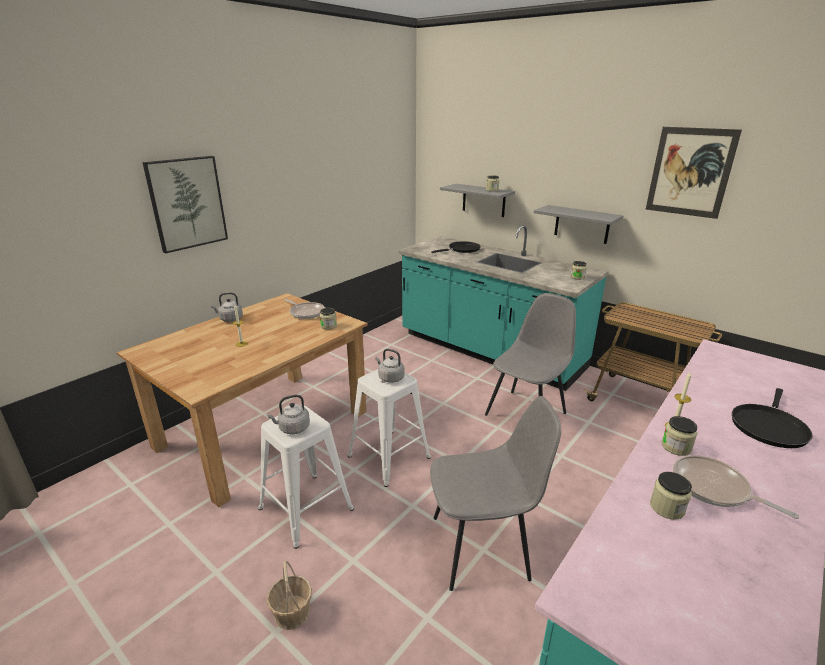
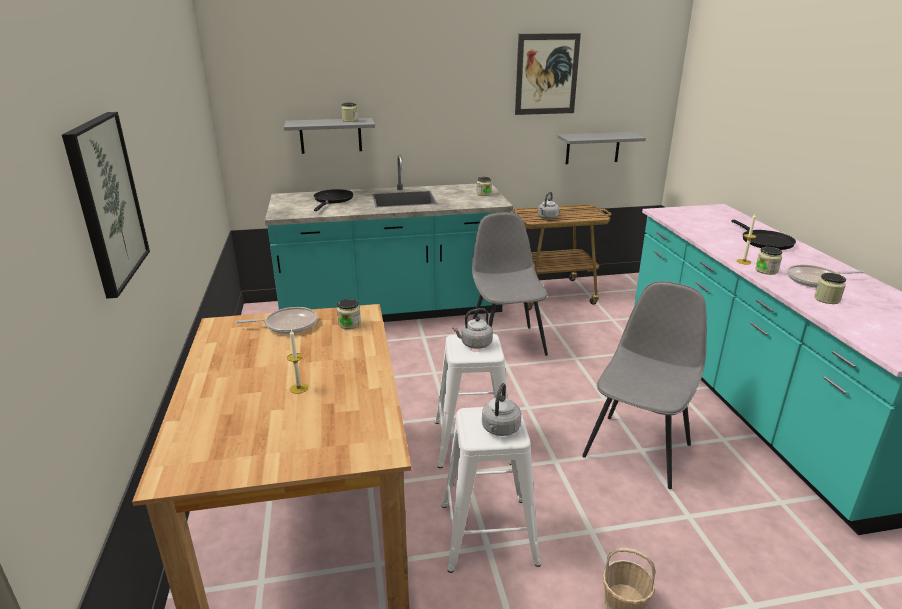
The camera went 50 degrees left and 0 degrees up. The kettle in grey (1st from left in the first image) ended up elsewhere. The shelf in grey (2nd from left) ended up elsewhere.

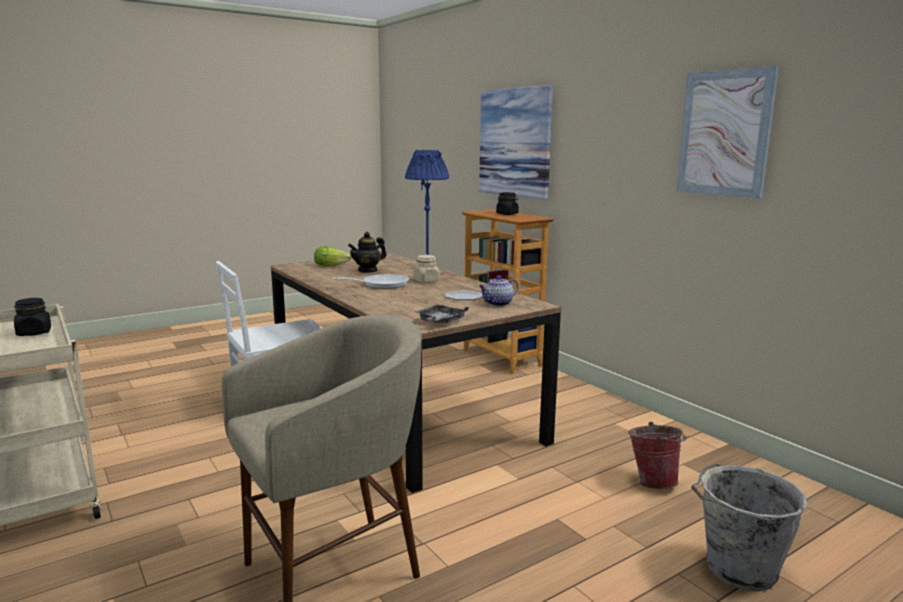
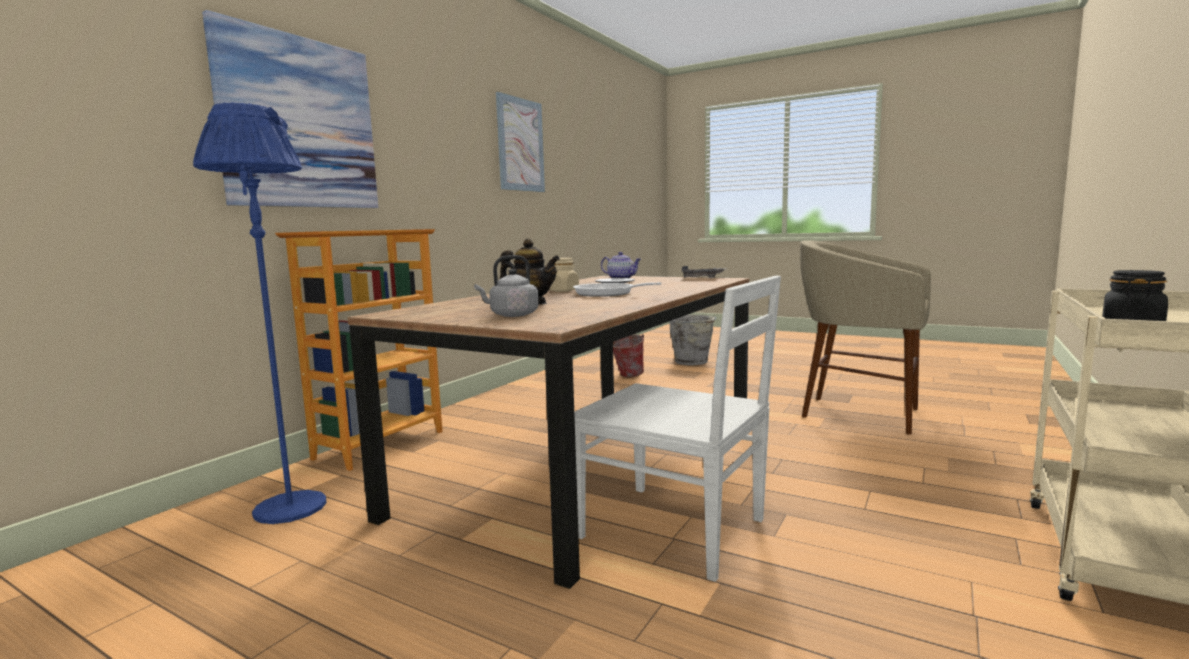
The camera went 115 degrees left and 5 degrees down. Where the lettuce stood, the kettle in grey came to stand. The second view lost the jar in black (2nd from left).

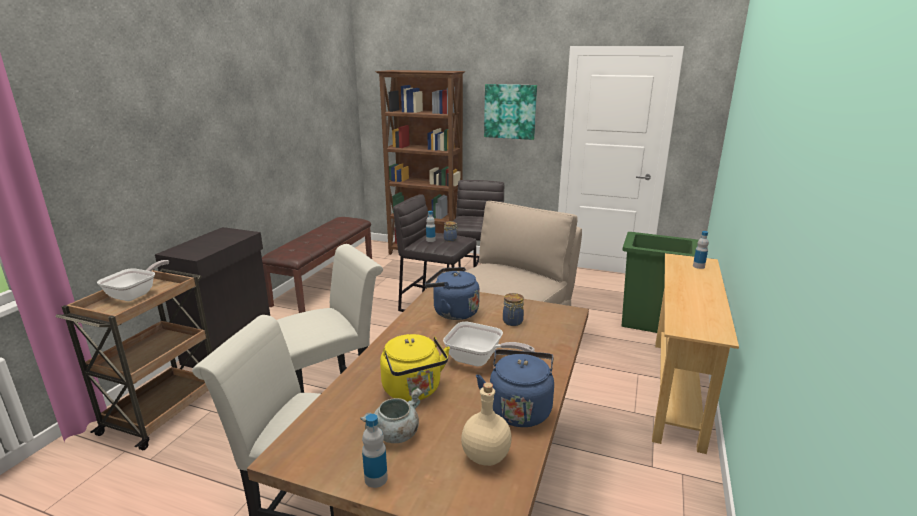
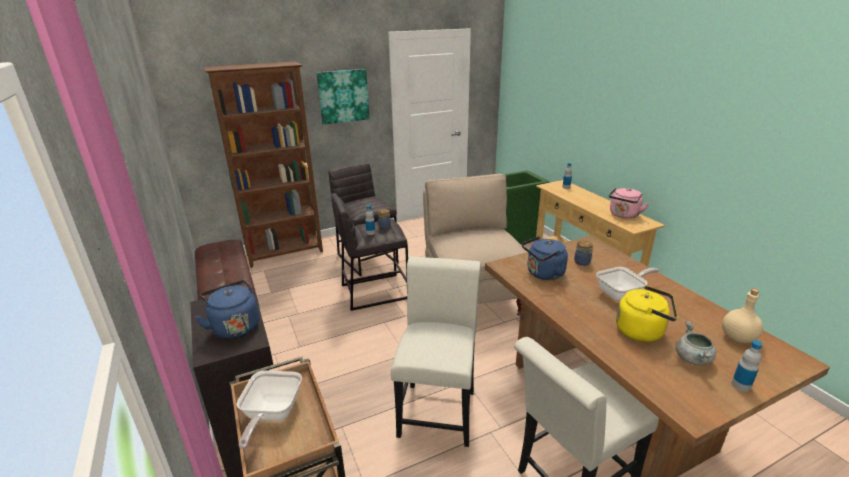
The camera went 45 degrees left and 5 degrees up. The frying pan (1st from left) ended up facing another way, 150 degrees counterclockwise from before. The kettle in blue (2nd from left in the first image) ended up elsewhere. The second view gained the kettle in pink.

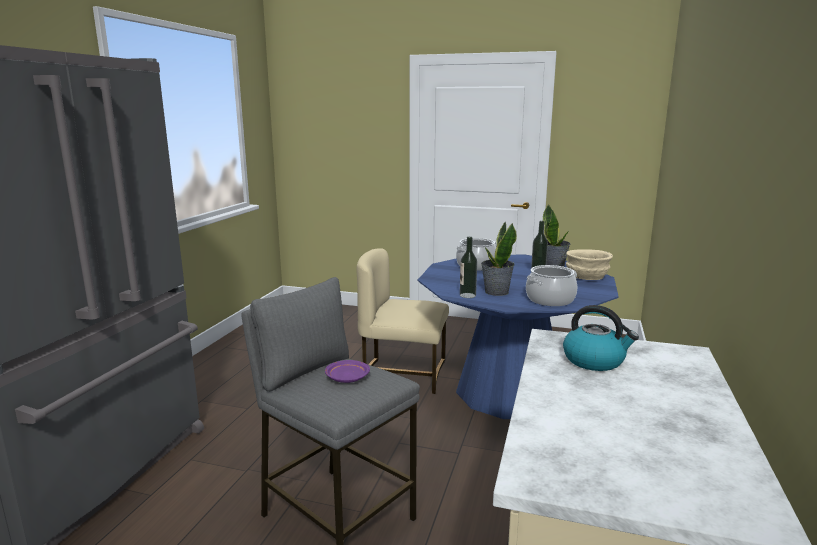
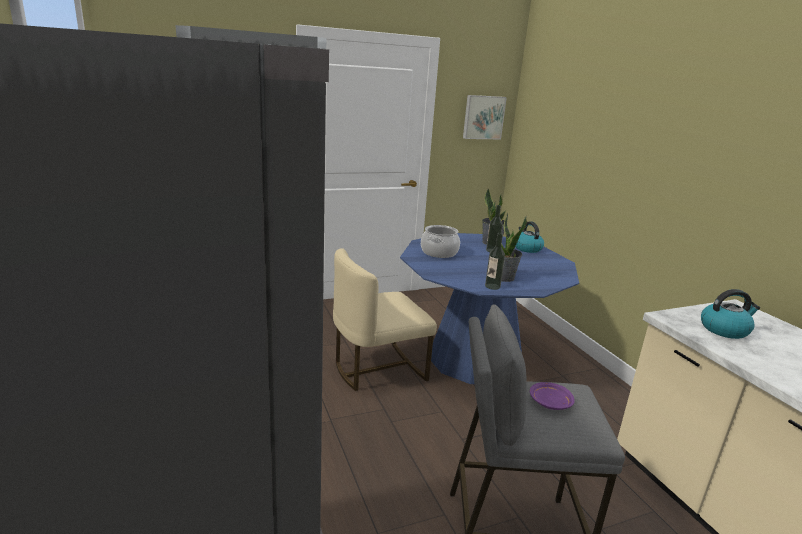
The camera went 40 degrees left and 5 degrees up. The second view lost the cooking pot (2nd from left). Where the bowl in beige stood, the kettle (1st from left) came to stand. The second view gained the picture.

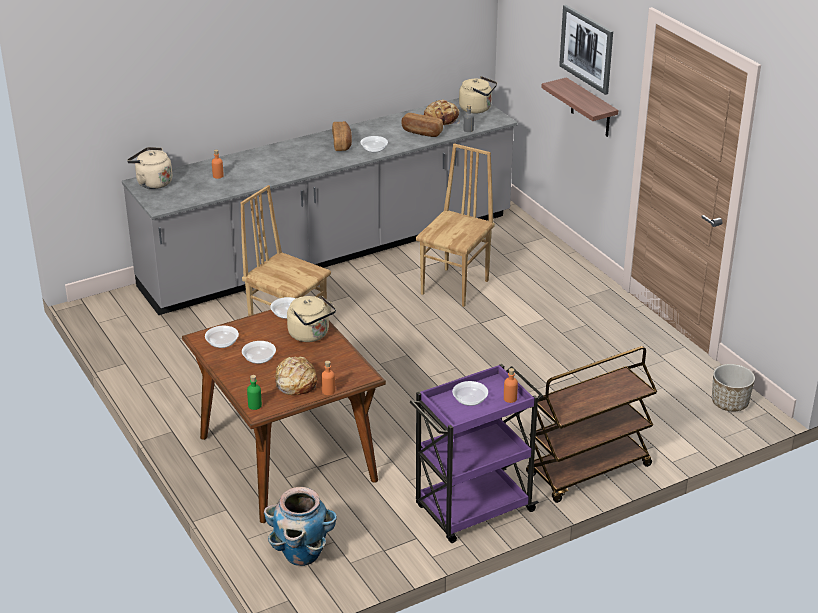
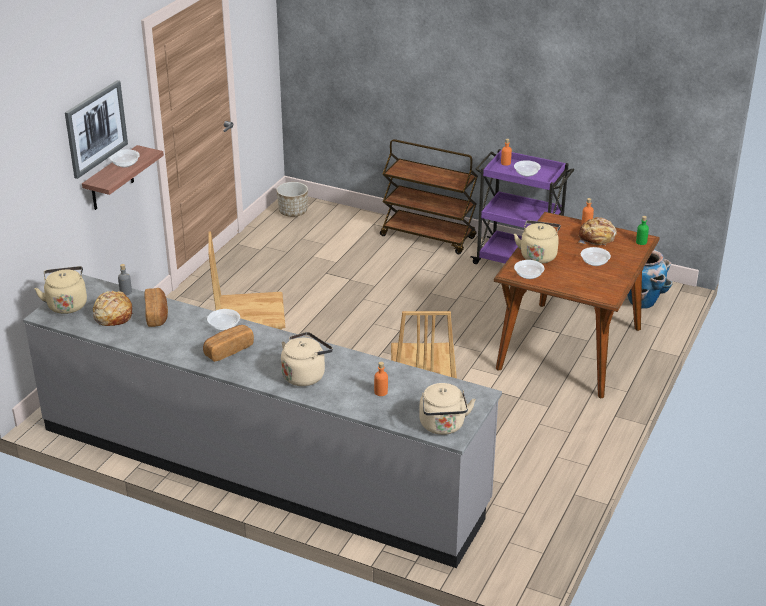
The camera went 125 degrees left and 0 degrees up. The bowl (1st from left) ended up elsewhere. The second view gained the kettle in beige (2nd from left).

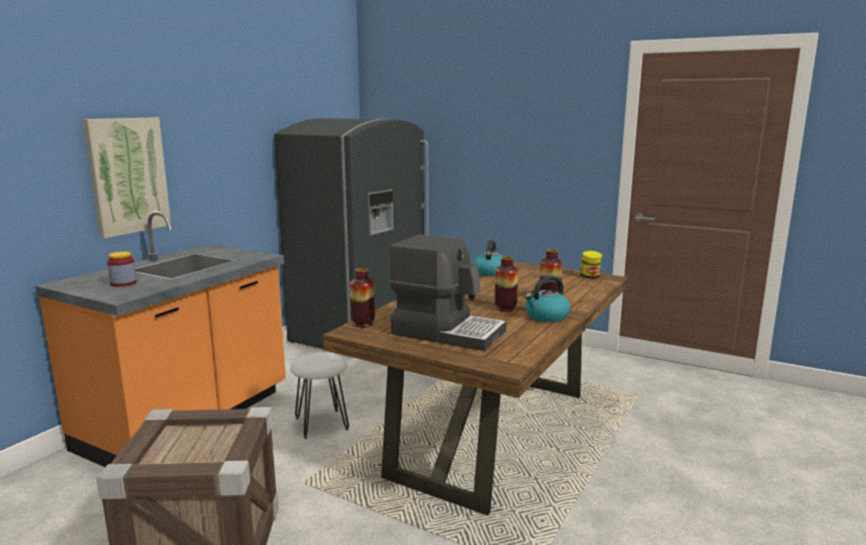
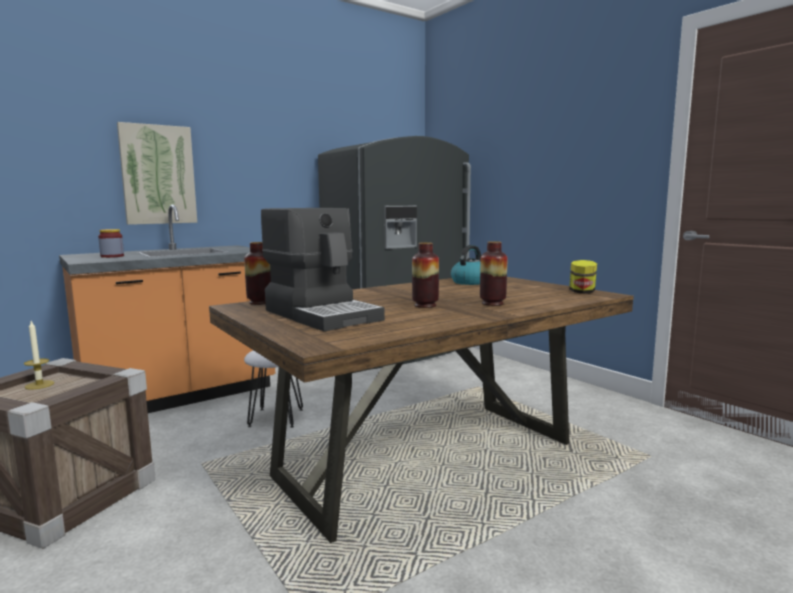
The camera went 25 degrees right and 5 degrees down. The second view lost the kettle (2nd from left). The second view gained the candle.

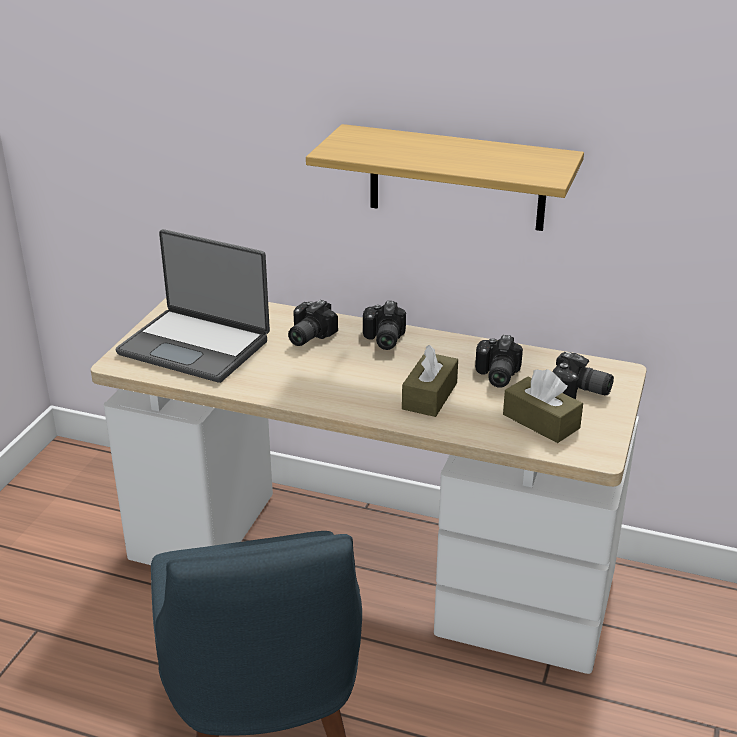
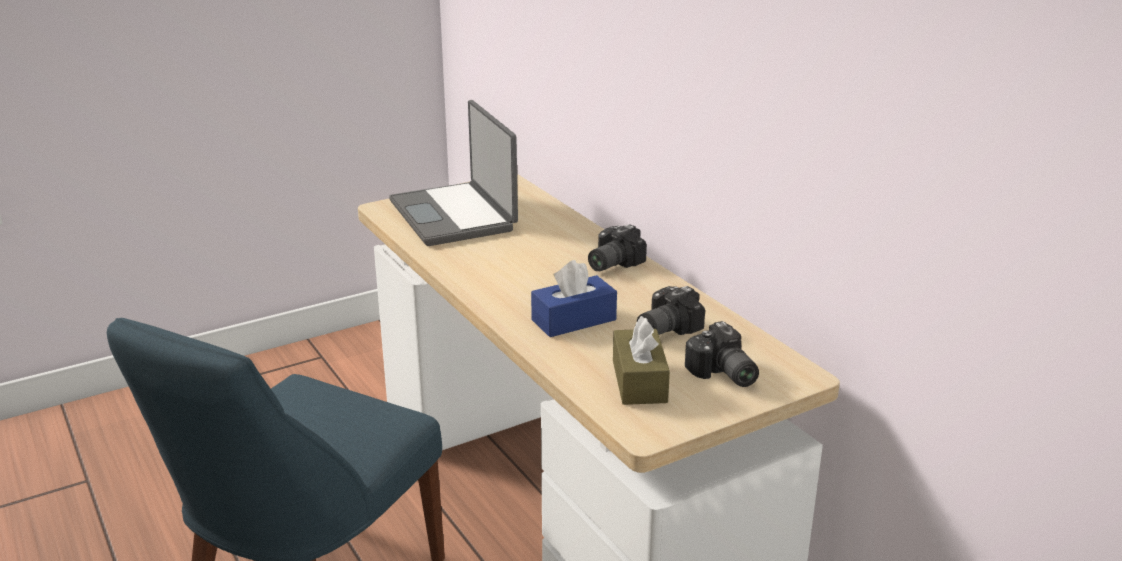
The camera went 40 degrees right and 5 degrees down. The second view lost the photo camera (1st from left). The second view lost the shelf. What was the tissue box in brown (1st from left) turned into the tissue box in blue.

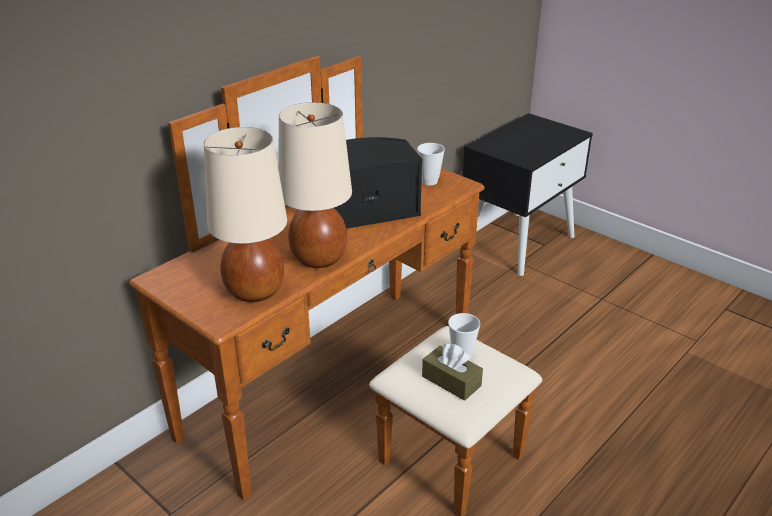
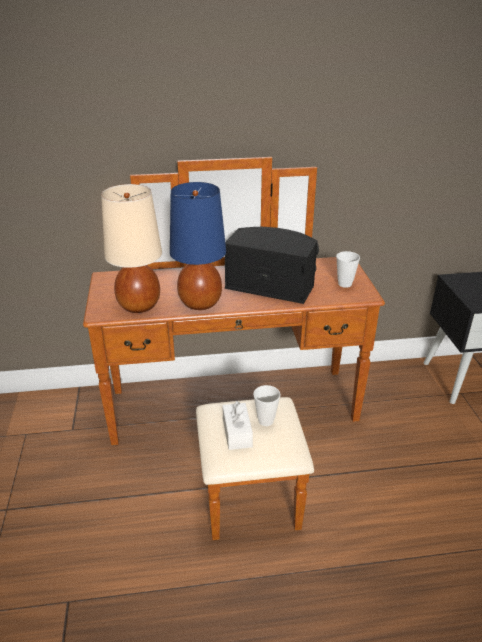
The camera went 40 degrees right and 0 degrees up. What was the table lamp in beige (2nd from left) turned into the table lamp in blue. What was the tissue box in brown turned into the tissue box in white.

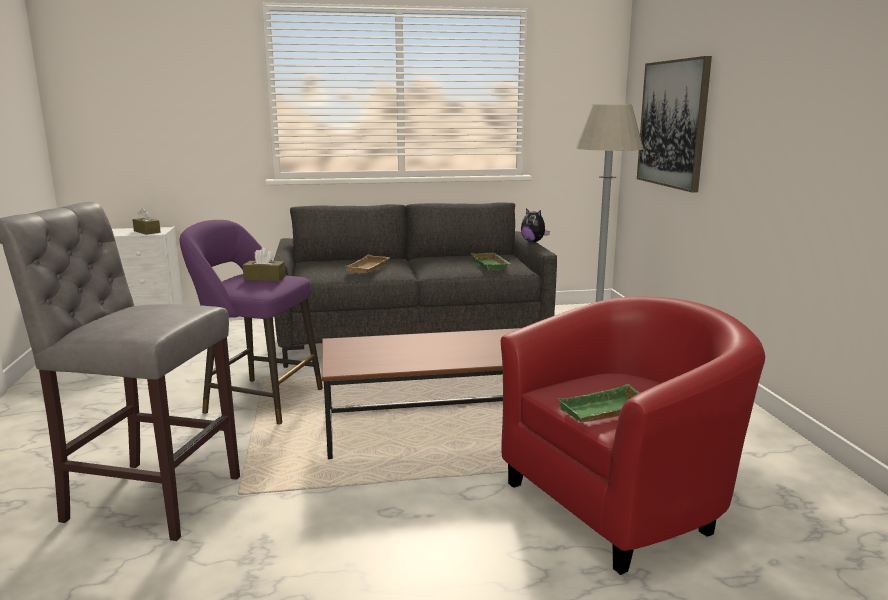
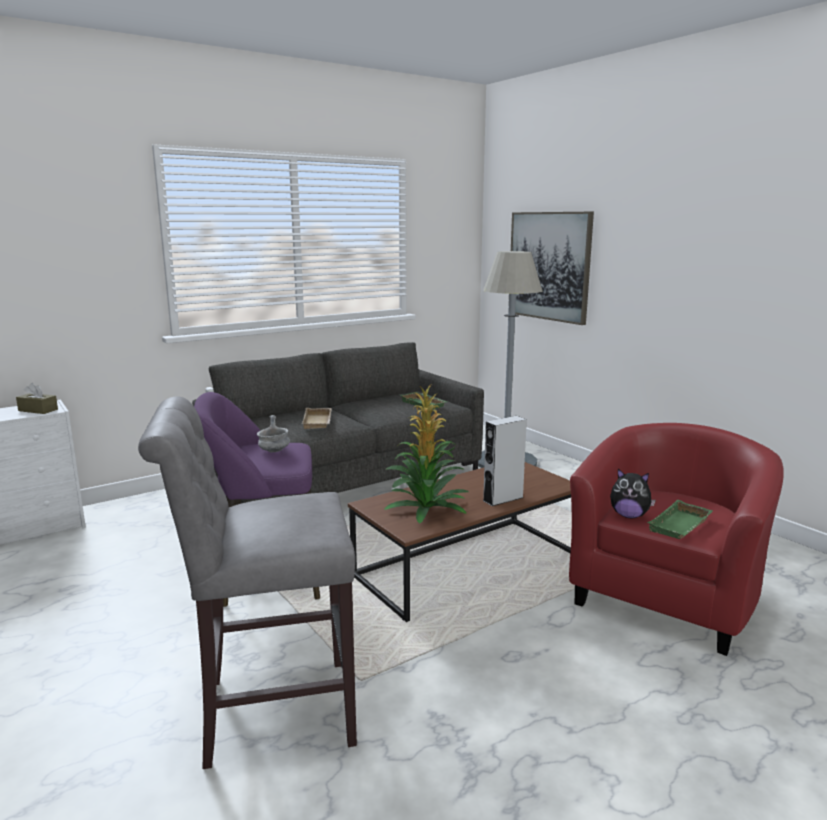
The camera went 25 degrees left and 0 degrees up. Where the tissue box in brown (2nd from left) stood, the bowl in grey came to stand. The plush toy ended up elsewhere. The second view gained the potted plant. The second view gained the speaker in grey.

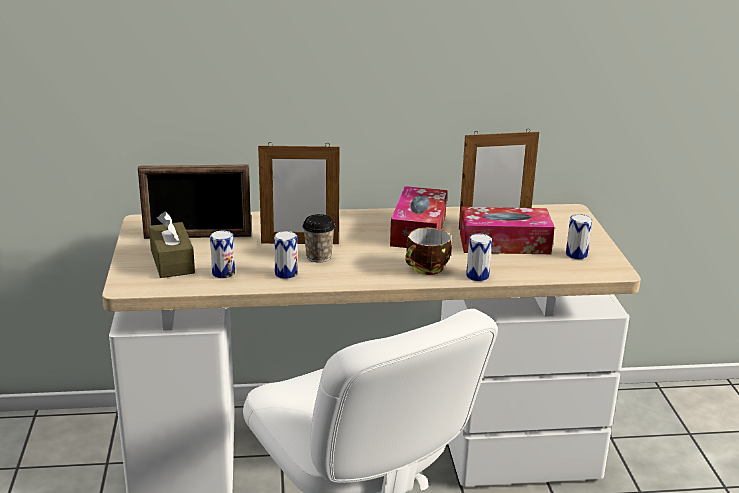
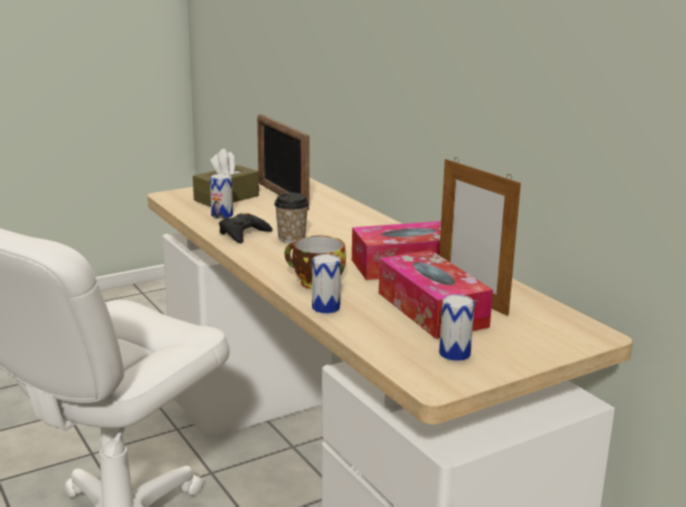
The camera went 65 degrees right and 5 degrees down. The second view lost the picture frame (2nd from left). Where the can (2nd from left) stood, the game controller in black came to stand.

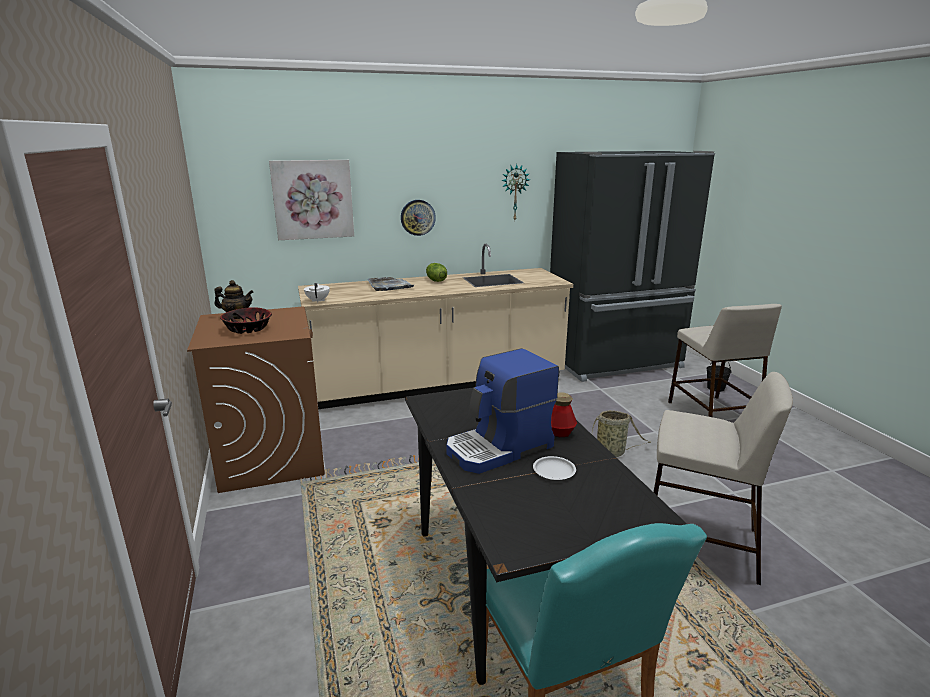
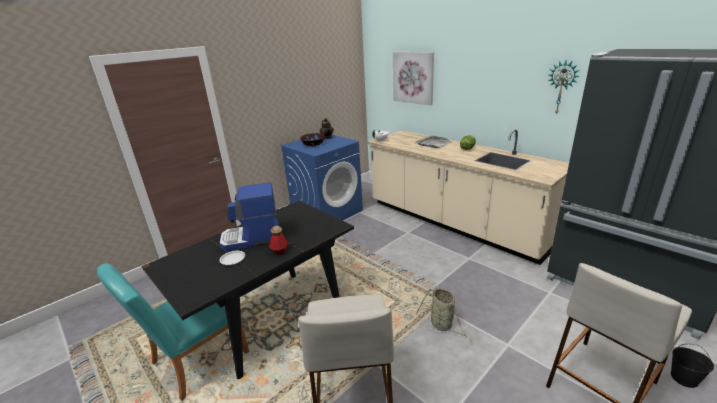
The camera went 65 degrees right and 5 degrees up. What was the washing machine in brown turned into the washing machine in blue. The second view lost the wall clock (1st from left). The coffee machine ended up facing another way, 45 degrees counterclockwise from before.

